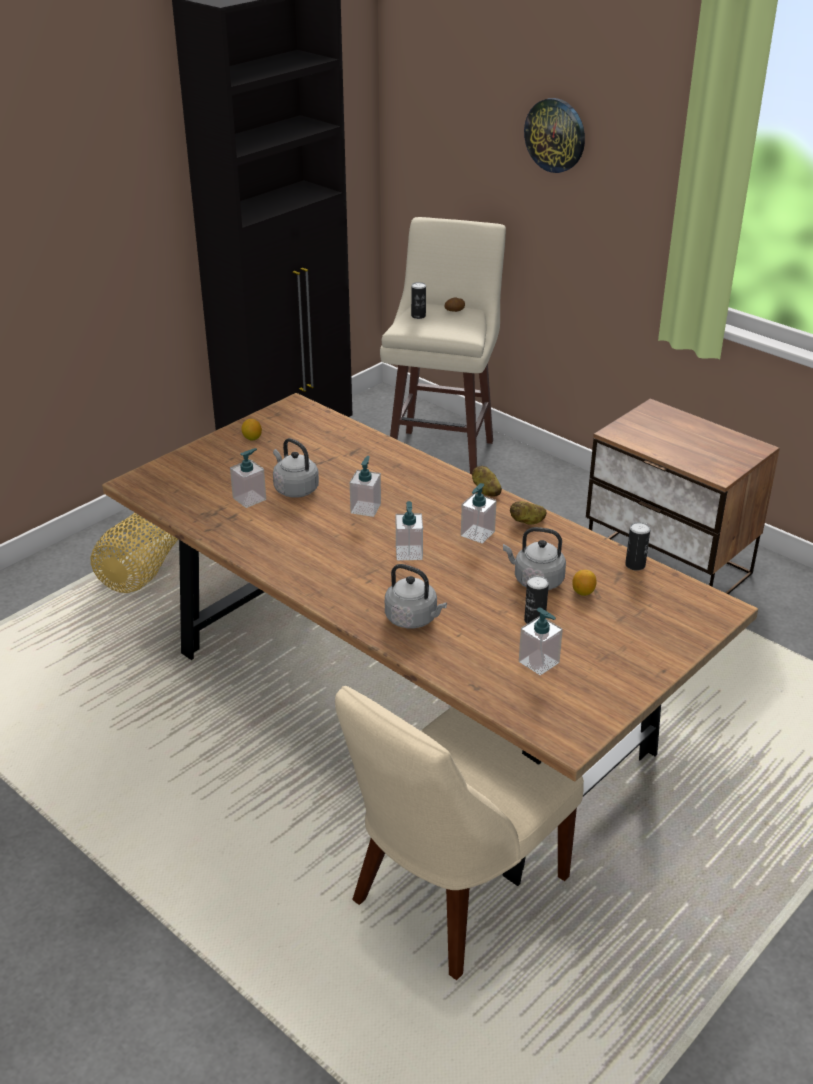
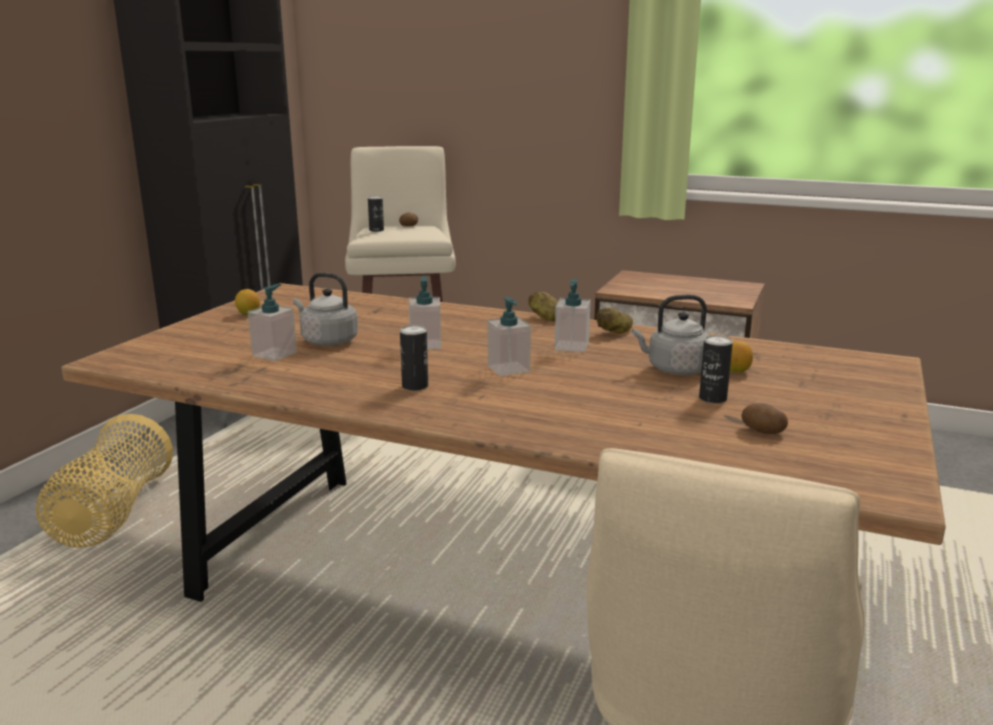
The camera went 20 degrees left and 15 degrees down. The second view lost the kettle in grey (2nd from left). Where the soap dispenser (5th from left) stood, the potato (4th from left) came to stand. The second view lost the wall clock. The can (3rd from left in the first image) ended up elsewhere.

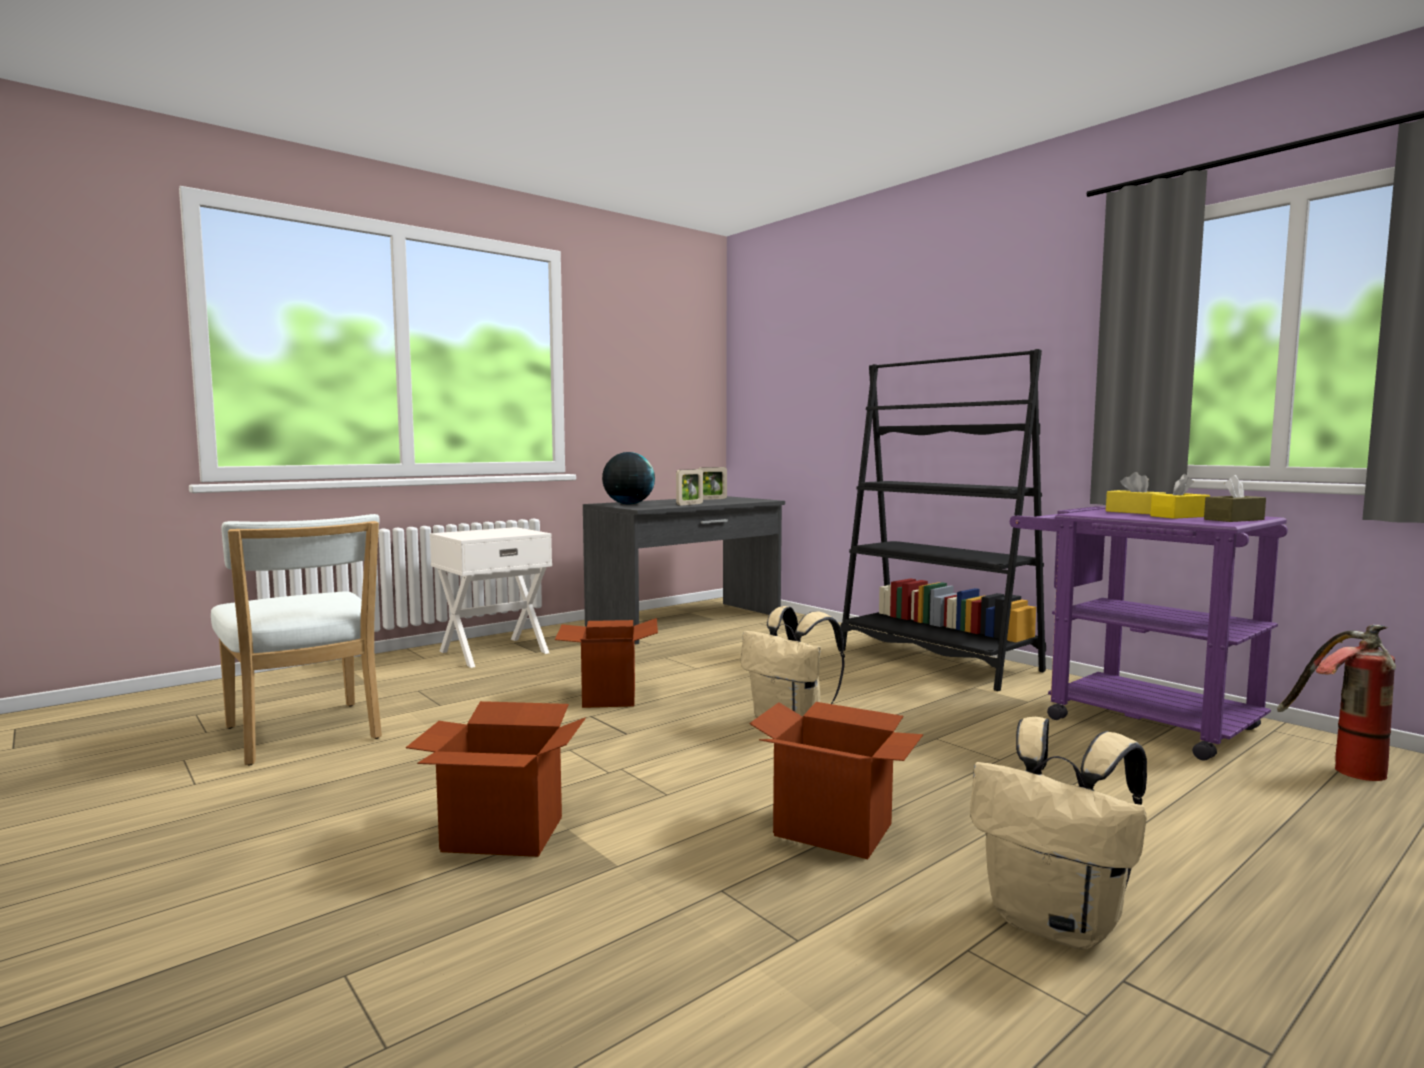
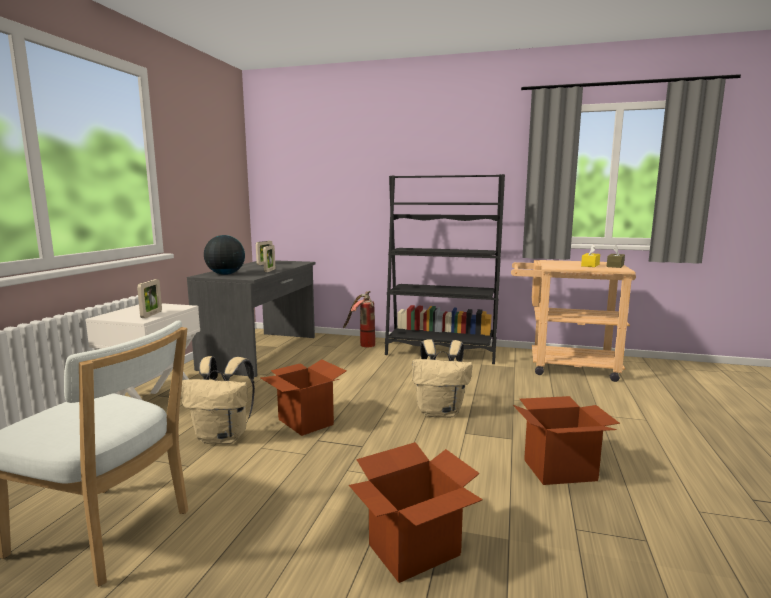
The camera went 35 degrees left and 5 degrees up. The backpack in beige (2nd from left in the first image) ended up elsewhere. What was the cart in purple turned into the cart in beige. The second view lost the tissue box in yellow (1st from left). The fire extinguisher ended up elsewhere. The second view gained the picture frame (1st from left).

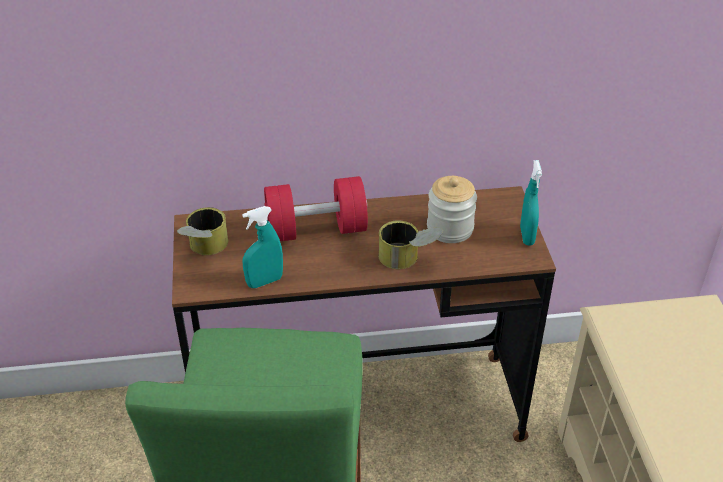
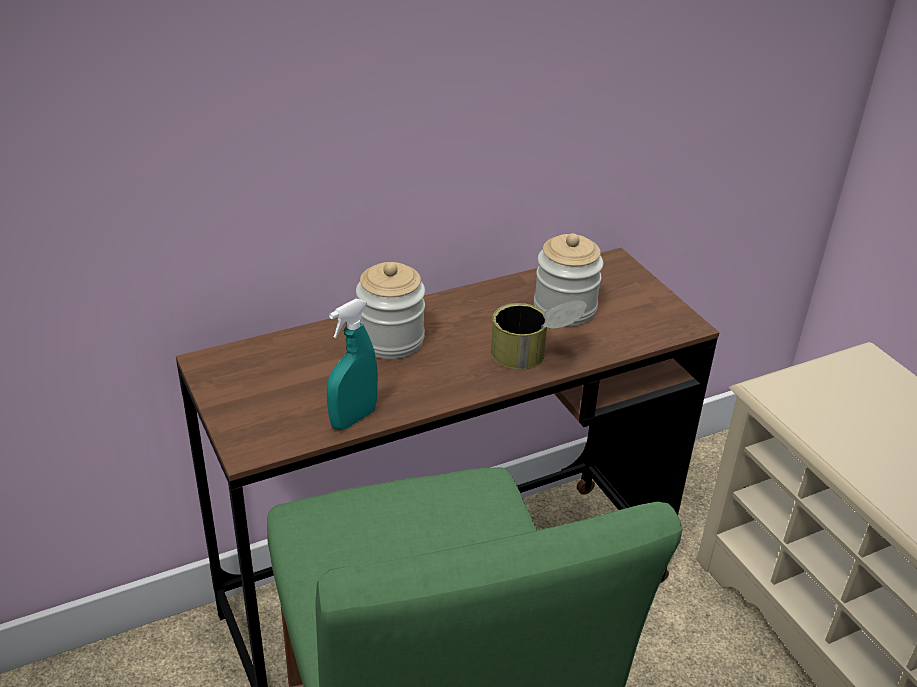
The camera went 20 degrees left and 5 degrees down. The second view lost the can (1st from left). Where the dumbbell in red stood, the jar (1st from left) came to stand. The second view lost the spray bottle in turquoise (2nd from left).

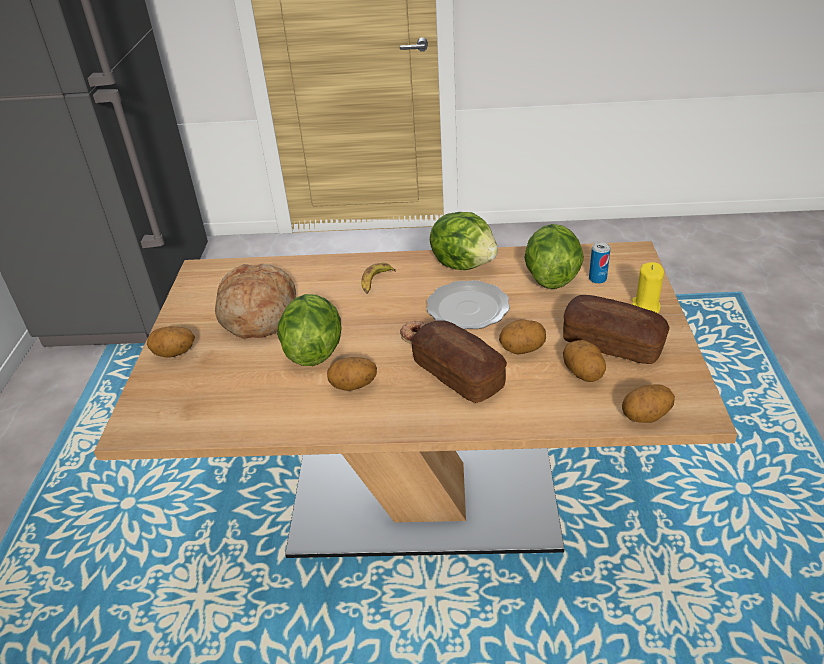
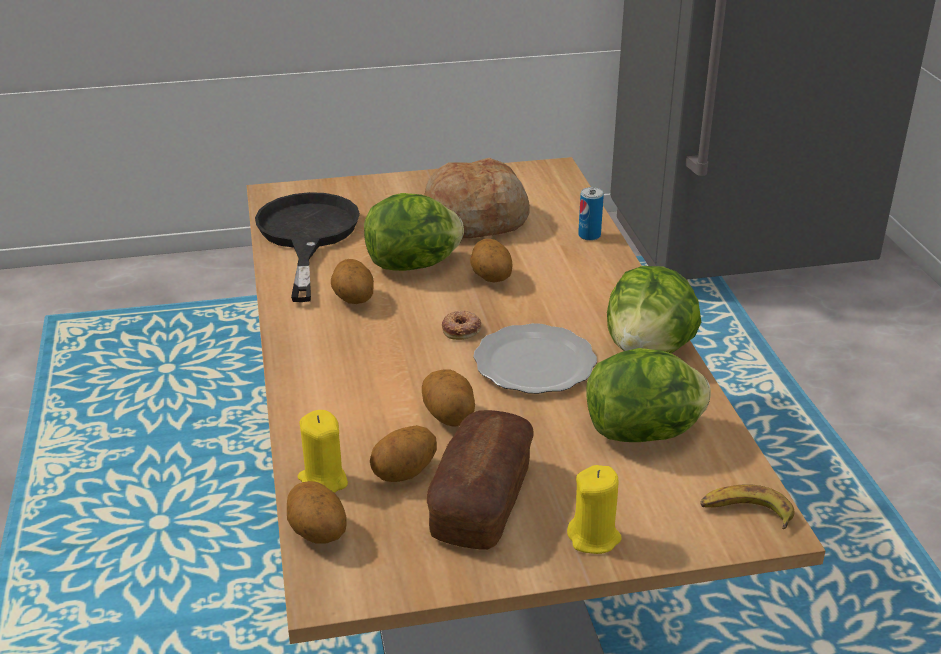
The camera went 75 degrees right and 5 degrees down. The potato (1st from left in the first image) ended up elsewhere. The banana ended up elsewhere. The second view lost the bread (2nd from left). The can ended up elsewhere. The second view gained the frying pan in black. The second view gained the candle in yellow (1st from left).

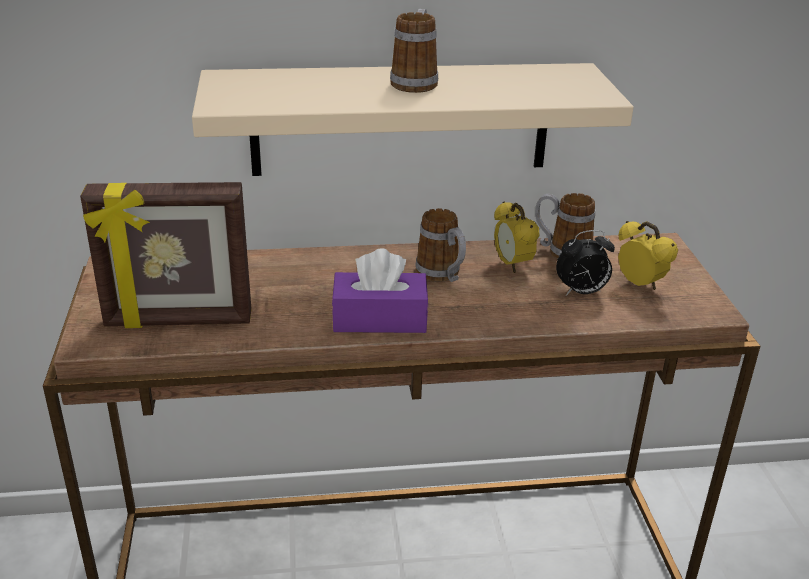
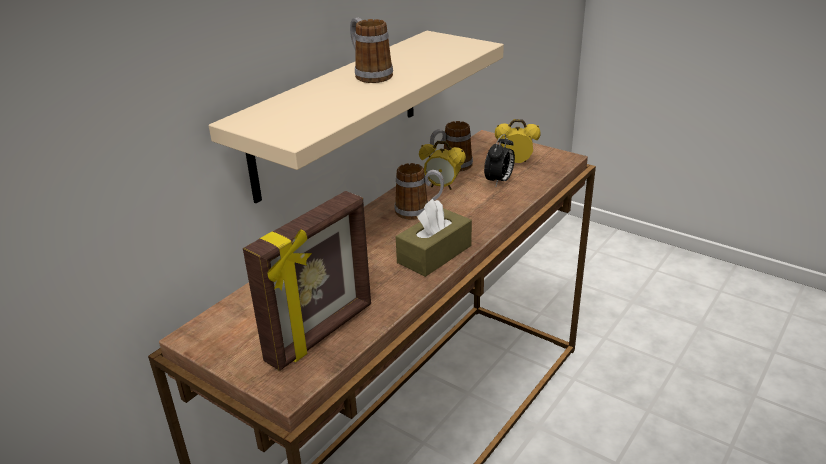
The camera went 45 degrees left and 0 degrees up. What was the tissue box in purple turned into the tissue box in brown.

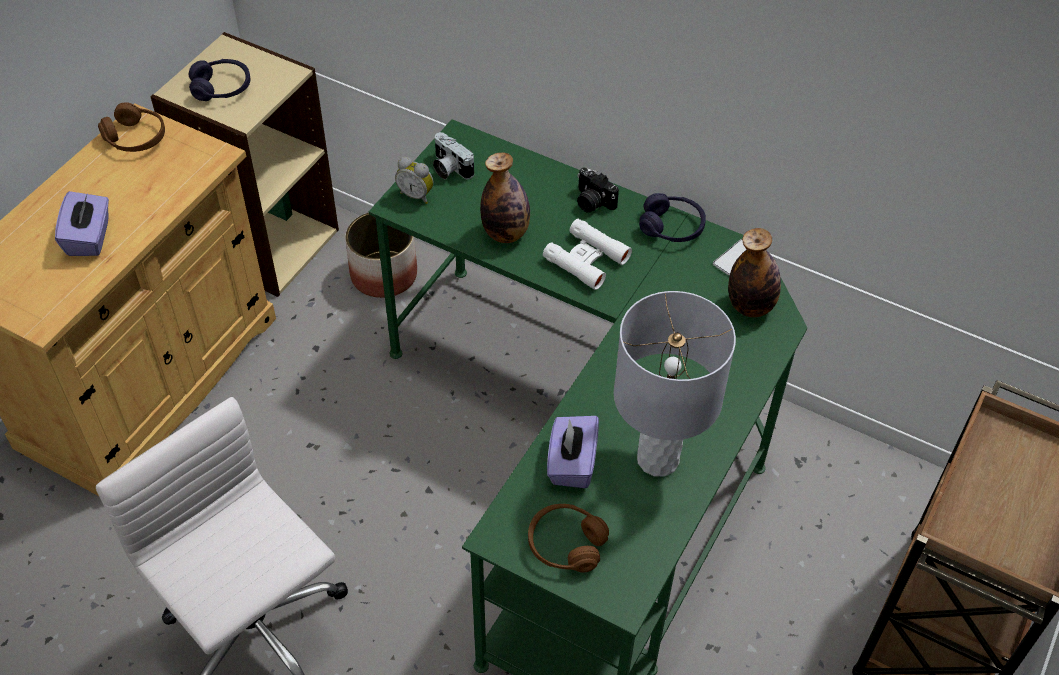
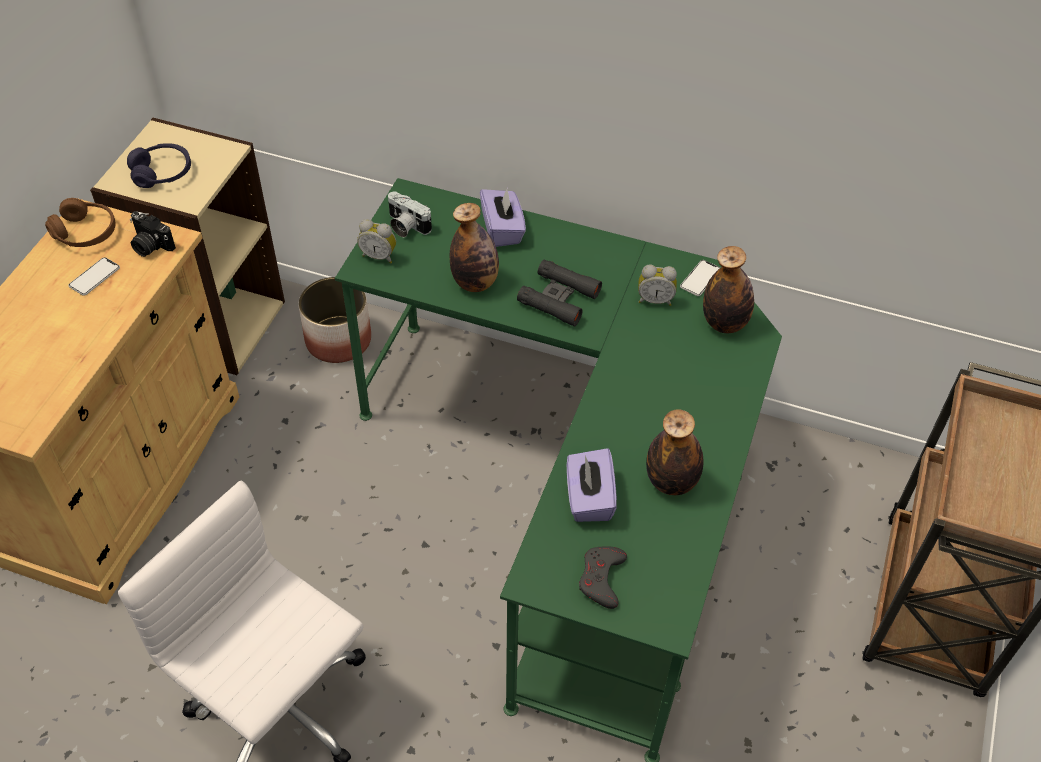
The camera went 10 degrees left and 0 degrees up. The tissue box in purple (1st from left) ended up elsewhere. Where the headphones in brown (2nd from left) stood, the game controller in grey came to stand. What was the binoculars in white turned into the binoculars in black. The photo camera (2nd from left in the first image) ended up elsewhere. Where the table lamp in grey stood, the bottle (2nd from left) came to stand. The second view lost the headphones in purple (2nd from left). The second view gained the phone (1st from left). The second view gained the alarm clock (2nd from left).

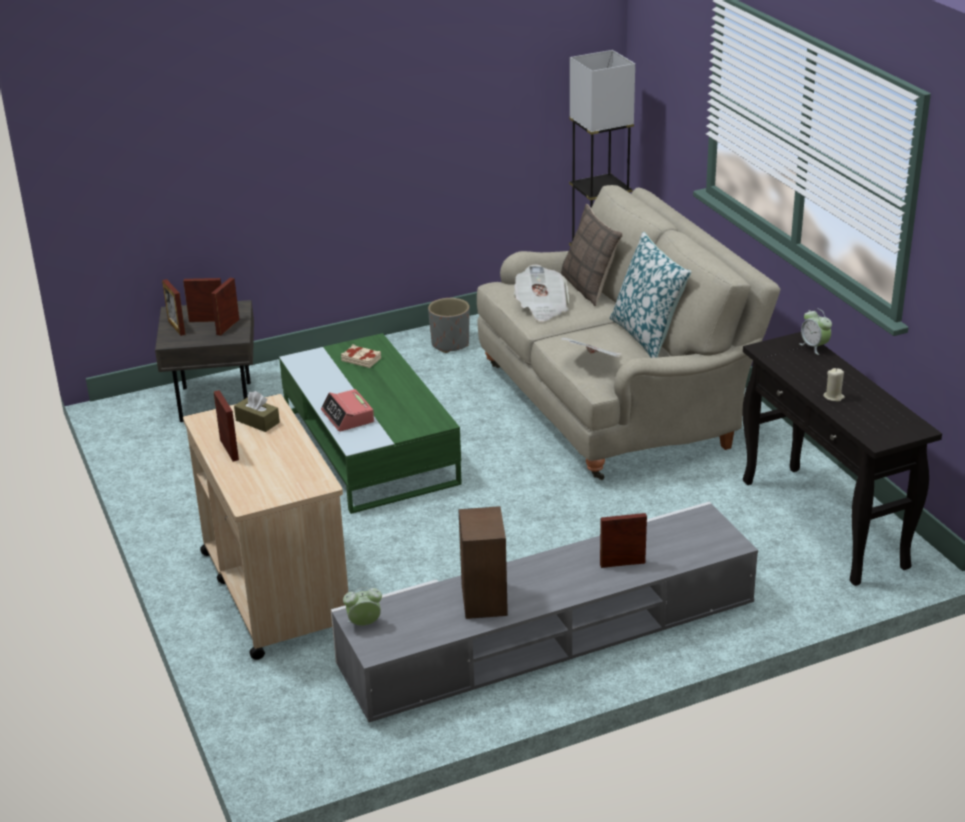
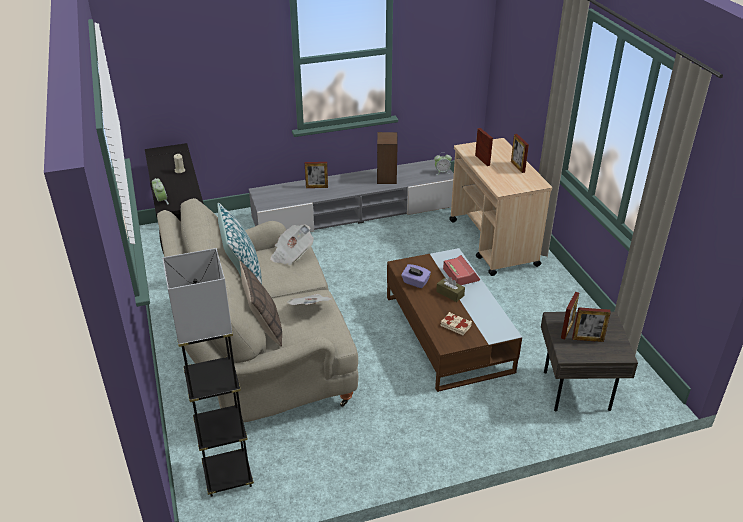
The camera went 175 degrees left and 5 degrees up. The picture frame (1st from left in the first image) ended up elsewhere. The tissue box in brown ended up elsewhere. What was the coffee table in green turned into the coffee table in brown. The second view lost the planter in grey. The second view gained the tissue box in purple.

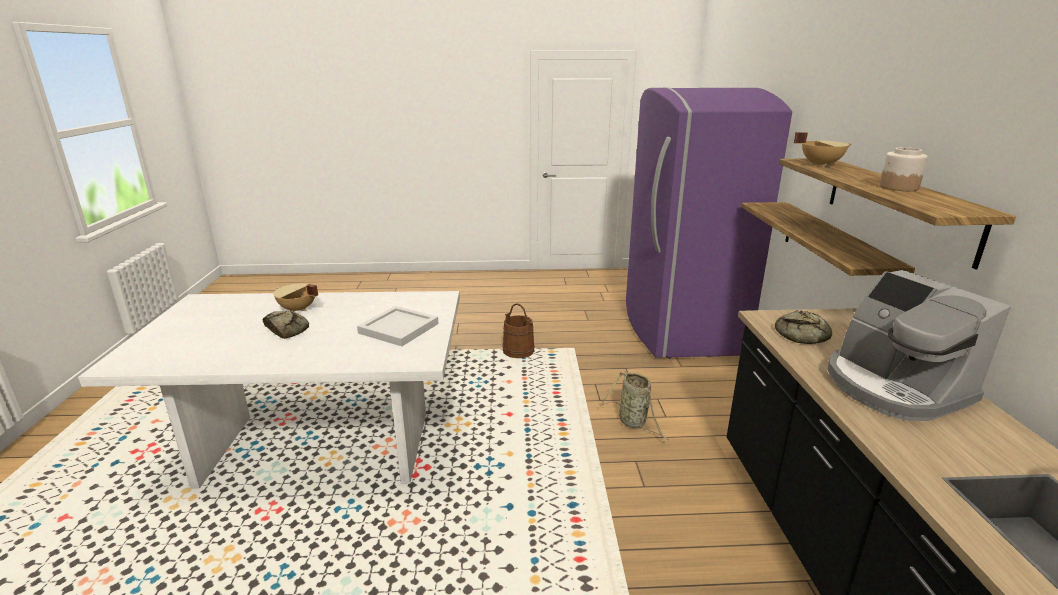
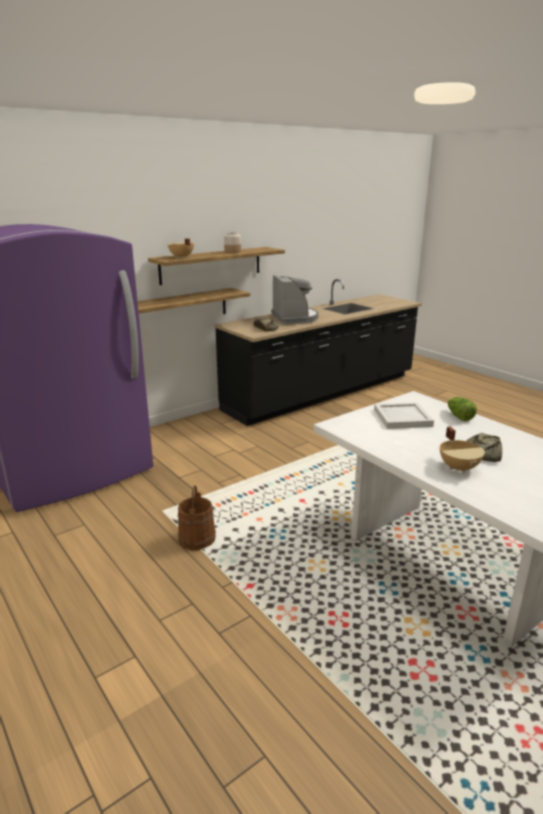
The camera went 125 degrees left and 0 degrees up. The second view lost the basket. The coffee machine ended up facing another way, 45 degrees counterclockwise from before. The second view gained the lettuce.

